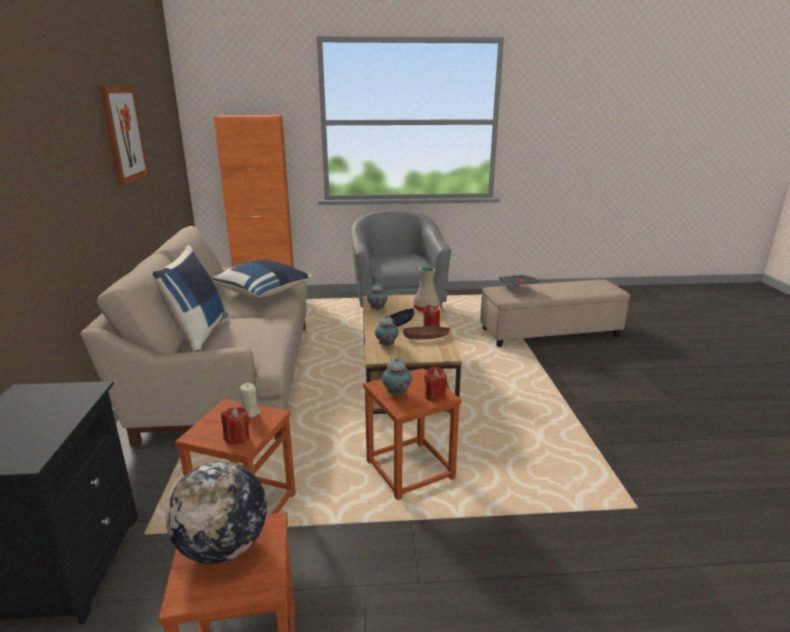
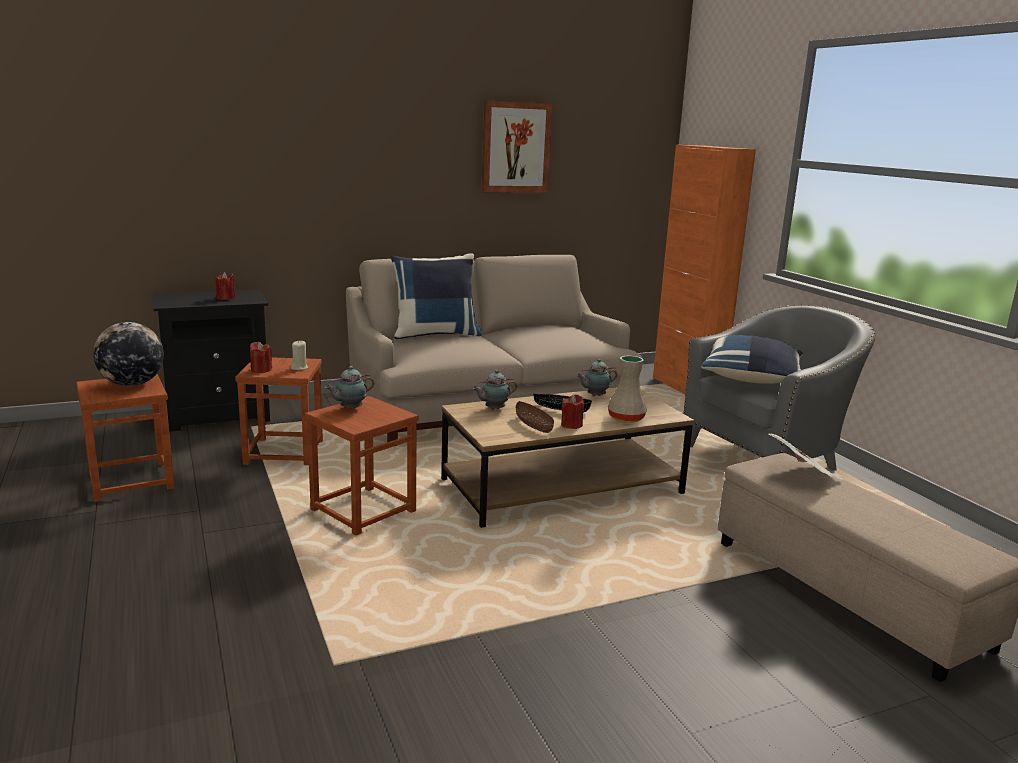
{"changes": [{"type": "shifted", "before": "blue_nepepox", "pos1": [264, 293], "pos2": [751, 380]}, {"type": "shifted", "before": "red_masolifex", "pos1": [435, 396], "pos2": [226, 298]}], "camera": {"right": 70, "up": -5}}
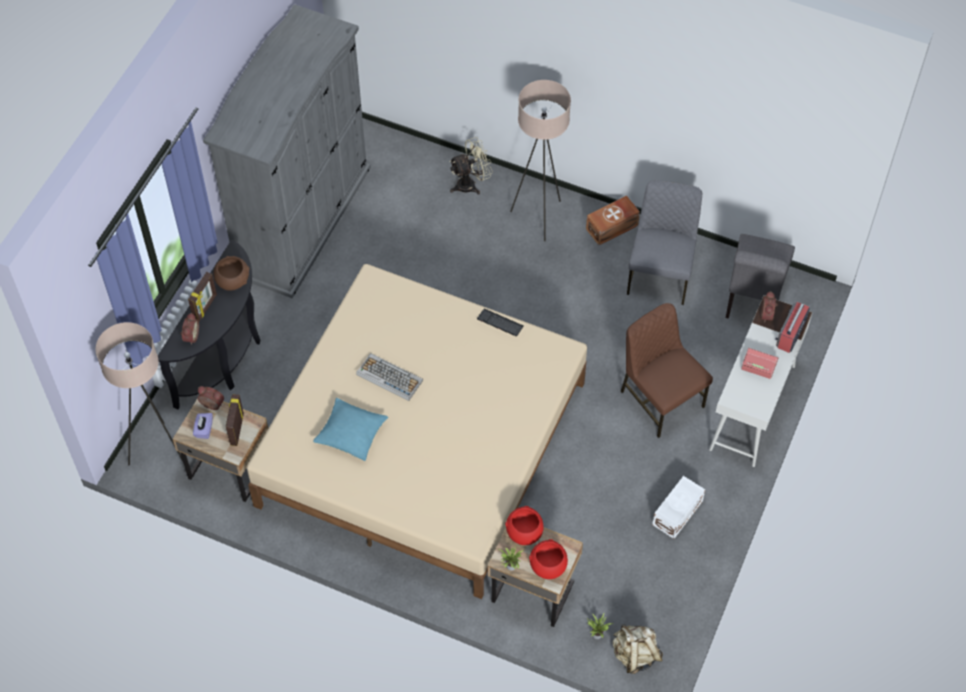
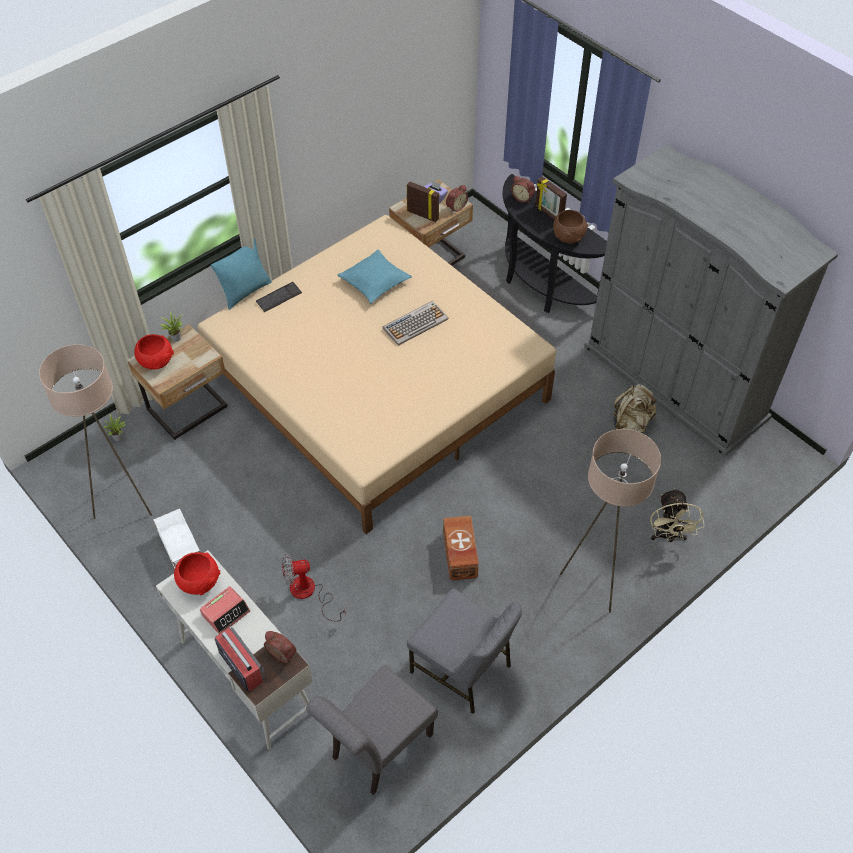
{"changes": [{"type": "shifted", "before": "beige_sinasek", "pos1": [158, 450], "pos2": [124, 502]}, {"type": "shifted", "before": "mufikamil", "pos1": [500, 323], "pos2": [279, 297]}, {"type": "shifted", "before": "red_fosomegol", "pos1": [523, 533], "pos2": [200, 581]}, {"type": "shifted", "before": "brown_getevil", "pos1": [613, 227], "pos2": [459, 555]}, {"type": "shifted", "before": "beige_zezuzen", "pos1": [635, 655], "pos2": [631, 424]}, {"type": "swapped", "before": "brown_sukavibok", "after": "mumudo", "pos1": [660, 398], "pos2": [309, 593]}, {"type": "rotated", "before": "grey_sukavibok", "pos1": [752, 301], "pos2": [377, 750], "turn": -90}, {"type": "new", "after": "turquoise_nepepox", "pos2": [245, 292]}], "camera": {"right": 115, "up": -5}}
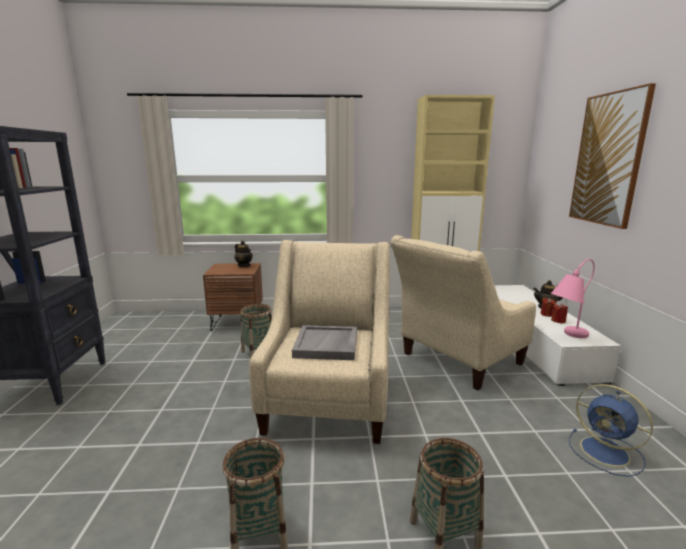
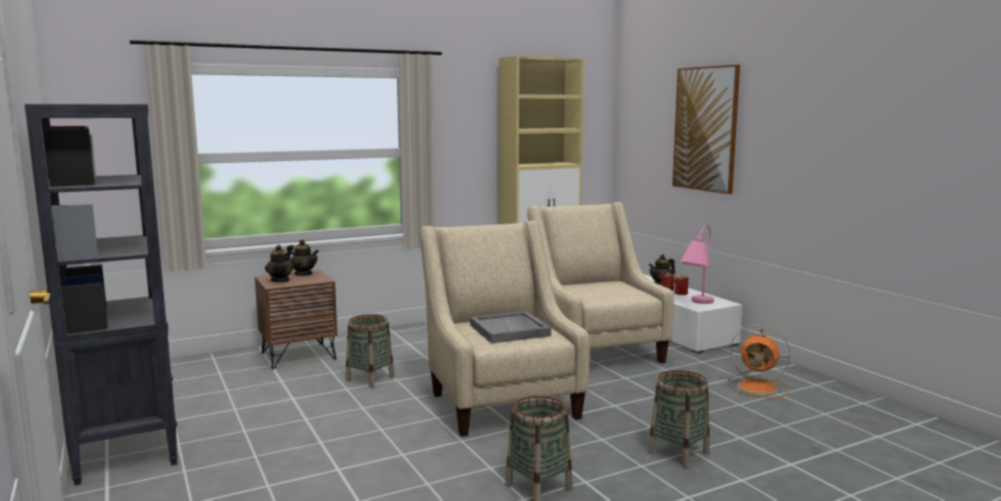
{"changes": [{"type": "rotated", "before": "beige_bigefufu", "pos1": [456, 361], "pos2": [595, 350], "turn": 135}, {"type": "repainted", "before": "blue_mumudo", "after": "orange_mumudo", "pos1": [607, 452], "pos2": [759, 387]}, {"type": "new", "after": "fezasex", "pos2": [280, 280]}], "camera": {"right": -25, "up": -5}}
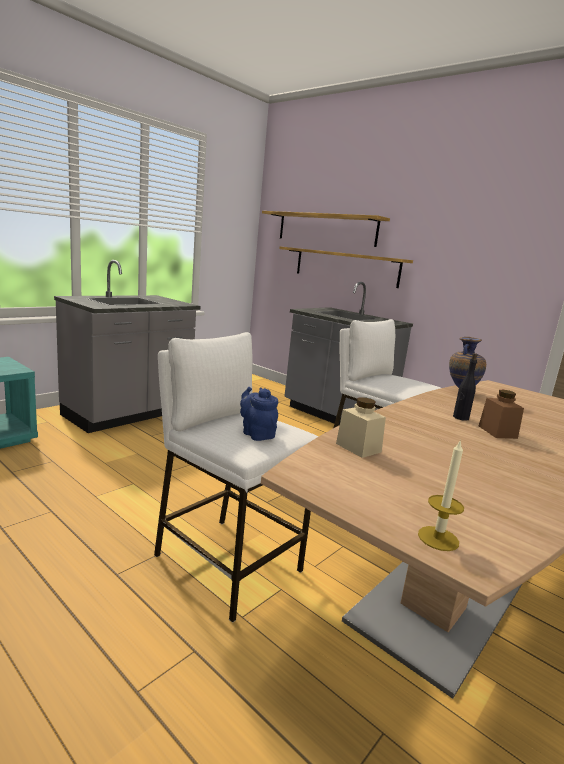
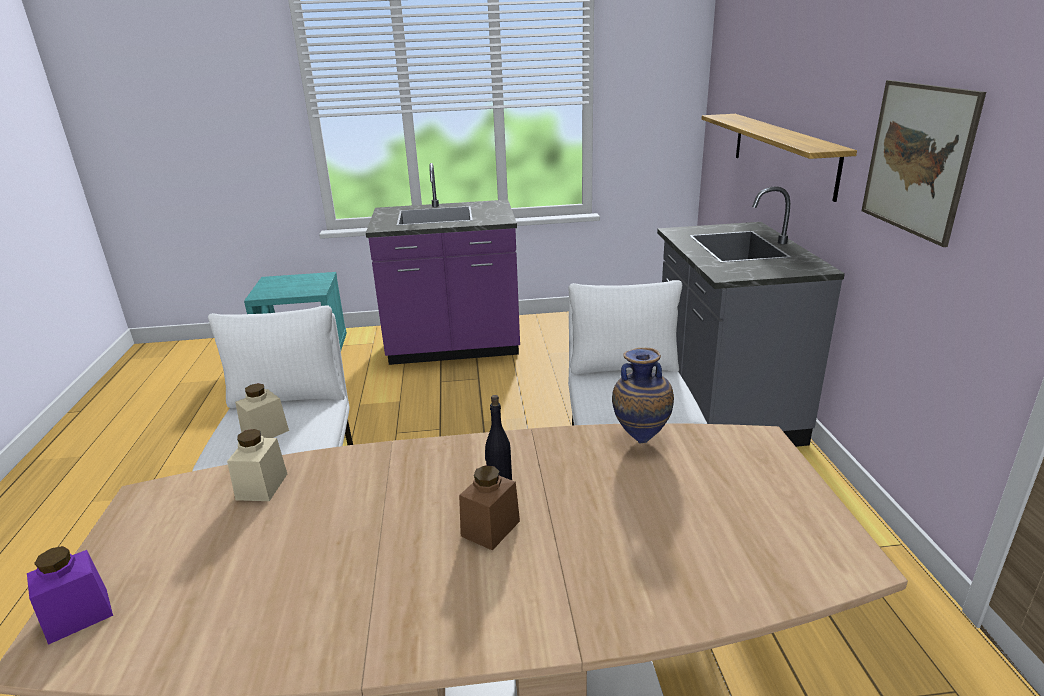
{"changes": [{"type": "repainted", "before": "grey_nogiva", "after": "purple_nogiva", "pos1": [128, 414], "pos2": [454, 348]}, {"type": "swapped", "before": "blue_fezasex", "after": "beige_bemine", "pos1": [256, 434], "pos2": [265, 432]}, {"type": "gone", "before": "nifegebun", "pos1": [326, 229]}, {"type": "swapped", "before": "masolifex", "after": "purple_bemine", "pos1": [438, 538], "pos2": [78, 615]}, {"type": "new", "after": "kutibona", "pos2": [917, 159]}], "camera": {"right": 45, "up": 10}}
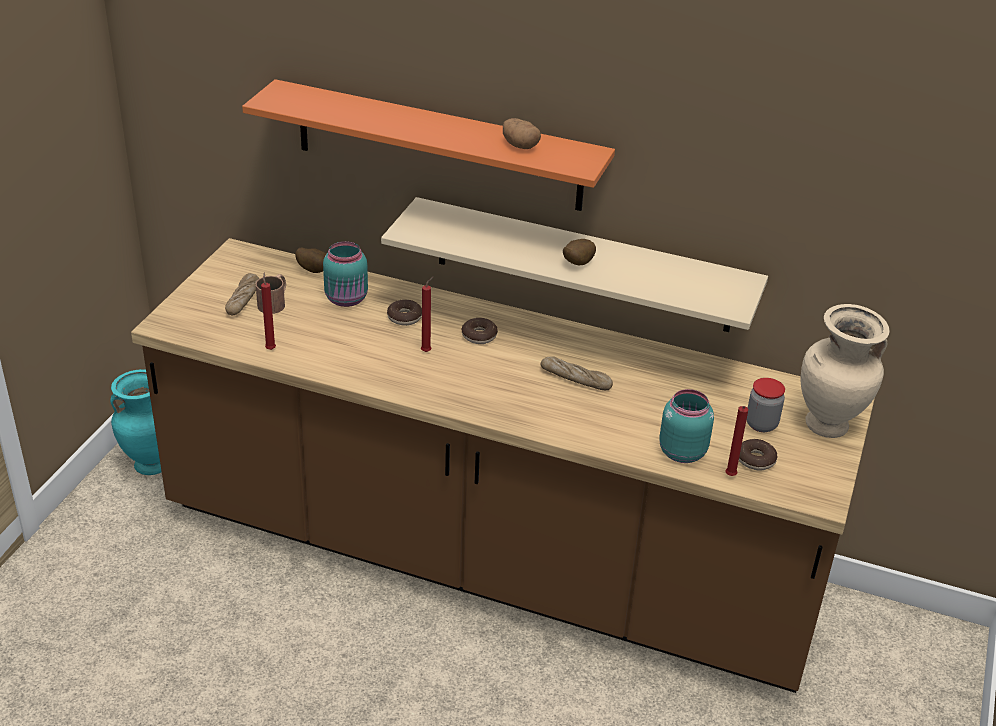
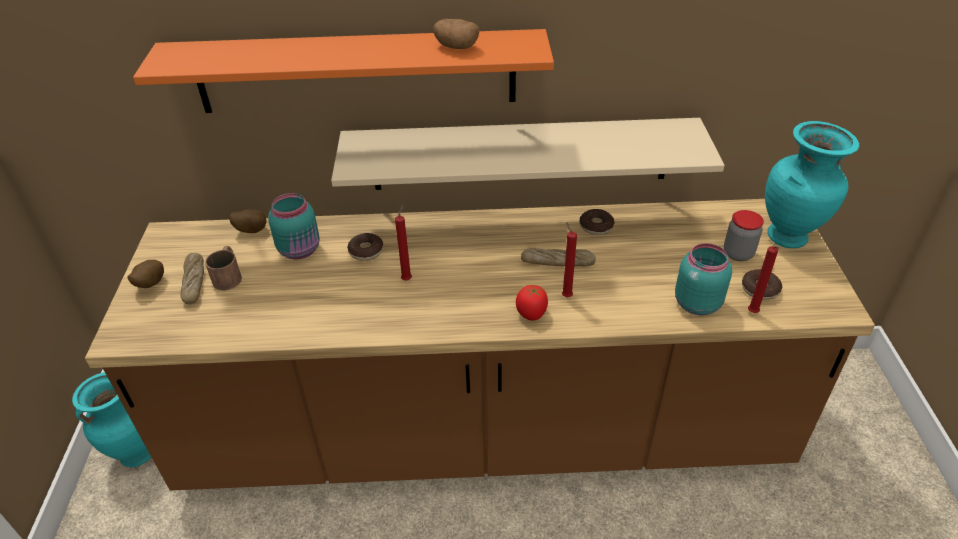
{"changes": [{"type": "shifted", "before": "red_masolifex", "pos1": [270, 348], "pos2": [565, 295]}, {"type": "shifted", "before": "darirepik", "pos1": [479, 336], "pos2": [596, 226]}, {"type": "shifted", "before": "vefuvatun", "pos1": [576, 264], "pos2": [149, 285]}, {"type": "repainted", "before": "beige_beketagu", "after": "turquoise_beketagu", "pos1": [828, 427], "pos2": [789, 238]}, {"type": "new", "after": "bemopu", "pos2": [531, 314]}], "camera": {"right": -20, "up": 5}}
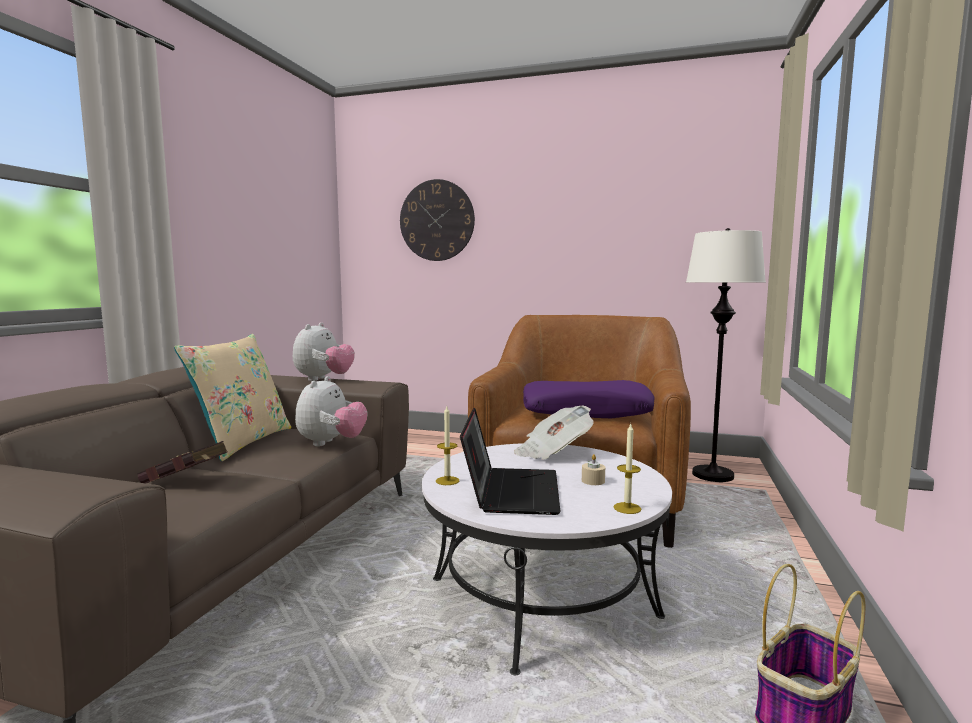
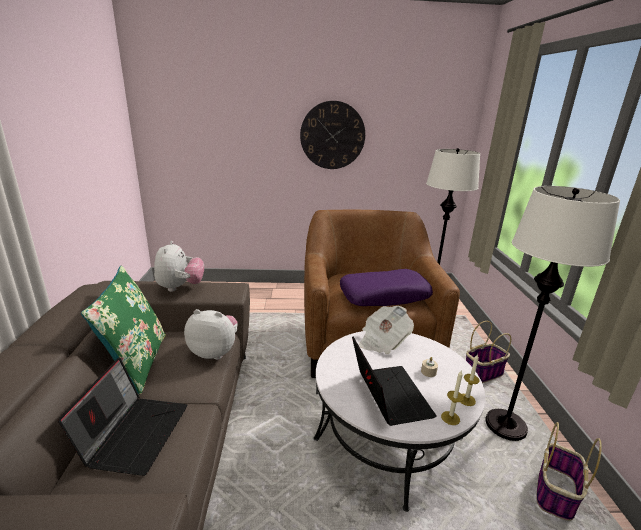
{"changes": [{"type": "swapped", "before": "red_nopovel", "after": "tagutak", "pos1": [187, 482], "pos2": [135, 433]}, {"type": "repainted", "before": "beige_nepepox", "after": "green_nepepox", "pos1": [242, 442], "pos2": [136, 362]}, {"type": "rotated", "before": "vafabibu", "pos1": [331, 443], "pos2": [214, 352], "turn": -75}, {"type": "shifted", "before": "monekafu", "pos1": [437, 220], "pos2": [332, 135]}, {"type": "shifted", "before": "masolifex", "pos1": [447, 481], "pos2": [450, 418]}, {"type": "new", "after": "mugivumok", "pos2": [483, 373]}, {"type": "new", "after": "white_sinasek", "pos2": [506, 426]}], "camera": {"right": -20, "up": 15}}
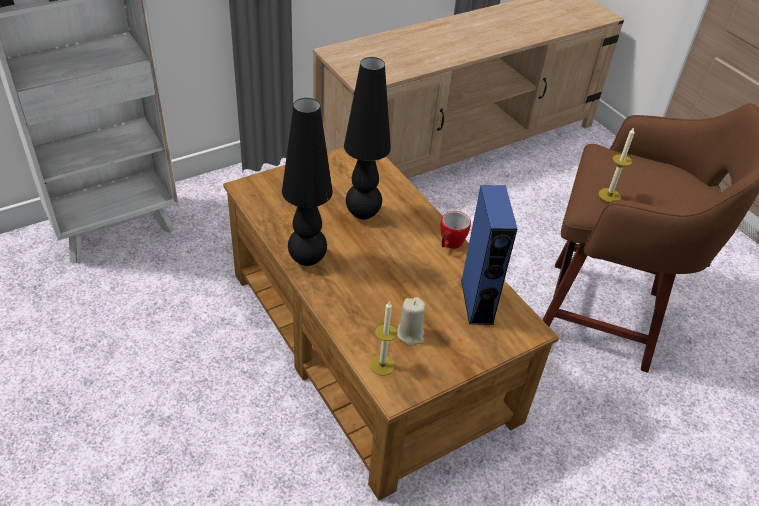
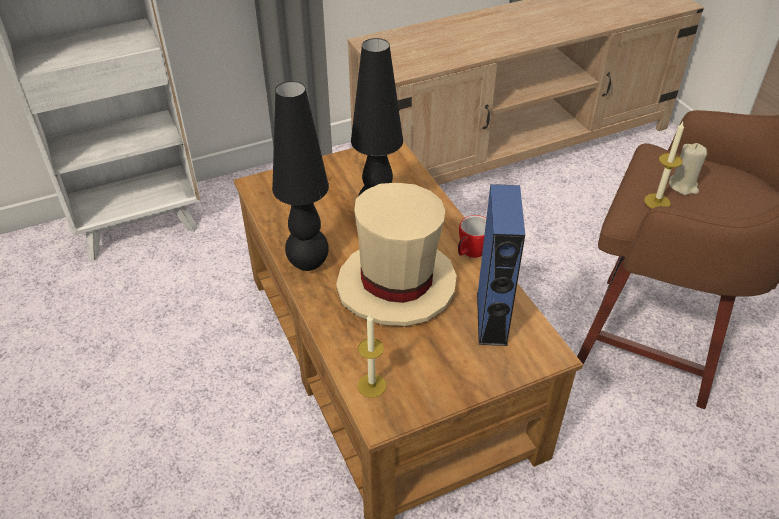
{"changes": [{"type": "shifted", "before": "beige_masolifex", "pos1": [410, 334], "pos2": [683, 186]}, {"type": "new", "after": "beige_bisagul", "pos2": [396, 285]}], "camera": {"right": 10, "up": 0}}
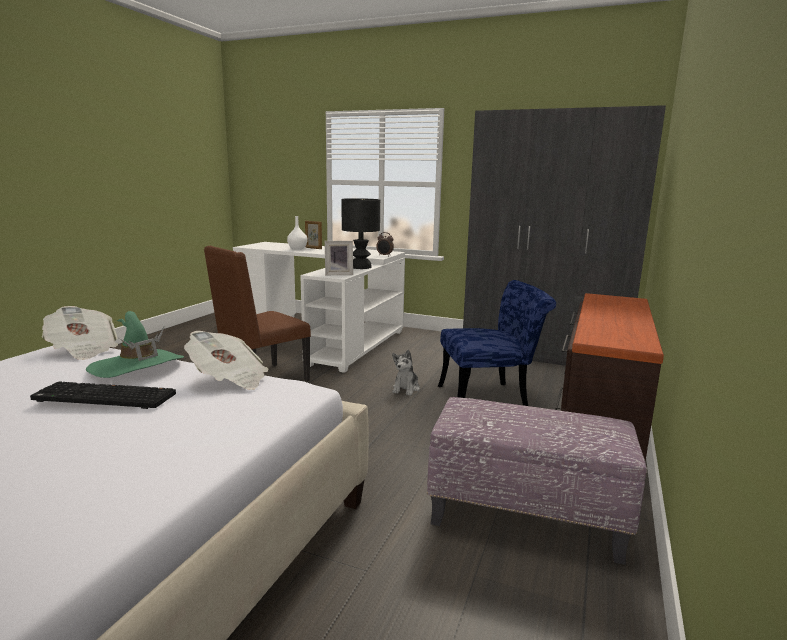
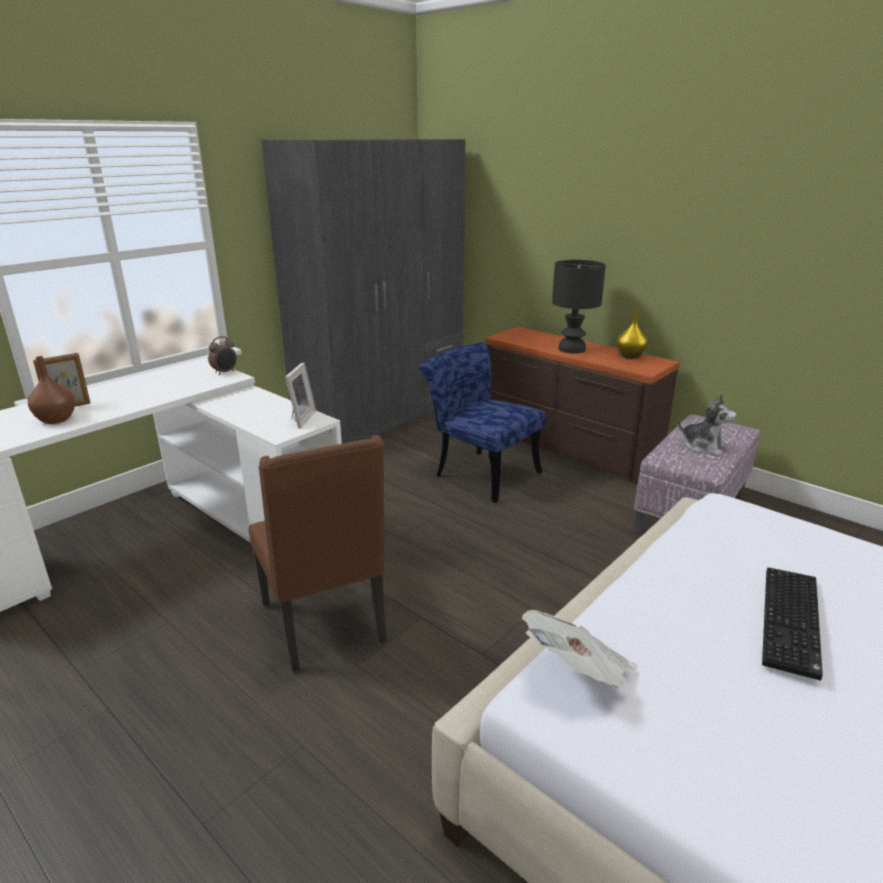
{"changes": [{"type": "gone", "before": "green_bisagul", "pos1": [137, 367]}, {"type": "gone", "before": "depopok", "pos1": [229, 379]}, {"type": "repainted", "before": "white_beketagu", "after": "brown_beketagu", "pos1": [297, 249], "pos2": [56, 420]}, {"type": "shifted", "before": "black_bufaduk", "pos1": [360, 267], "pos2": [572, 349]}, {"type": "shifted", "before": "vafabibu", "pos1": [406, 389], "pos2": [703, 446]}, {"type": "rotated", "before": "blue_sukavibok", "pos1": [490, 398], "pos2": [480, 472], "turn": -60}, {"type": "new", "after": "yellow_beketagu", "pos2": [629, 356]}], "camera": {"right": -70, "up": 10}}
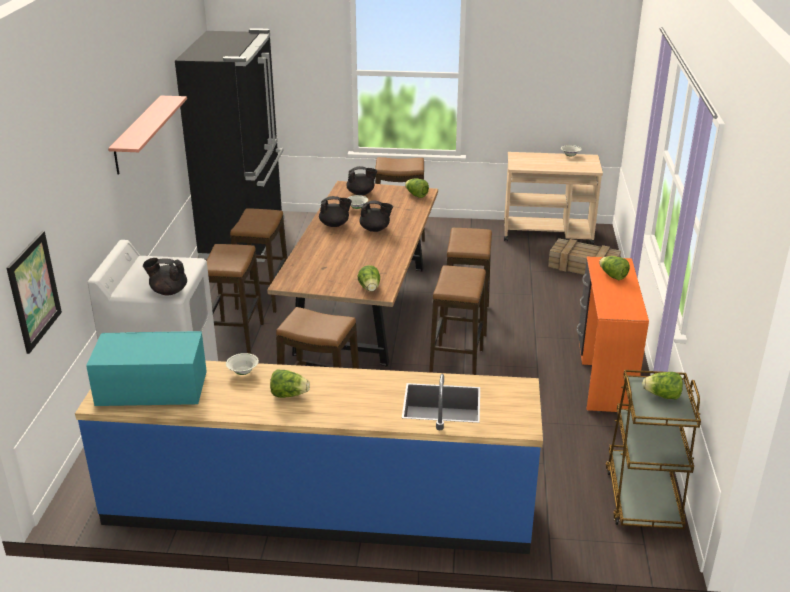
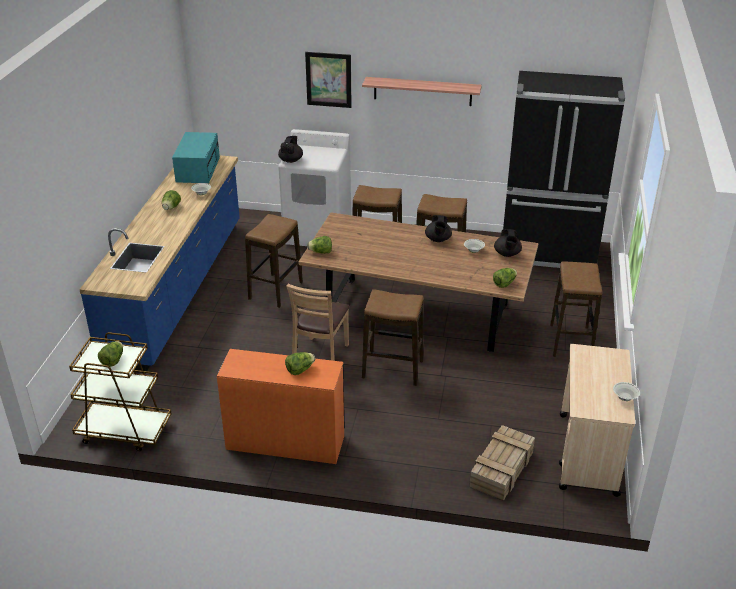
{"changes": [{"type": "shifted", "before": "kutibona", "pos1": [34, 291], "pos2": [328, 79]}, {"type": "gone", "before": "black_fezasex", "pos1": [375, 229]}, {"type": "swapped", "before": "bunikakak", "after": "brown_sukavibok", "pos1": [456, 364], "pos2": [320, 357]}], "camera": {"right": 95, "up": 5}}
